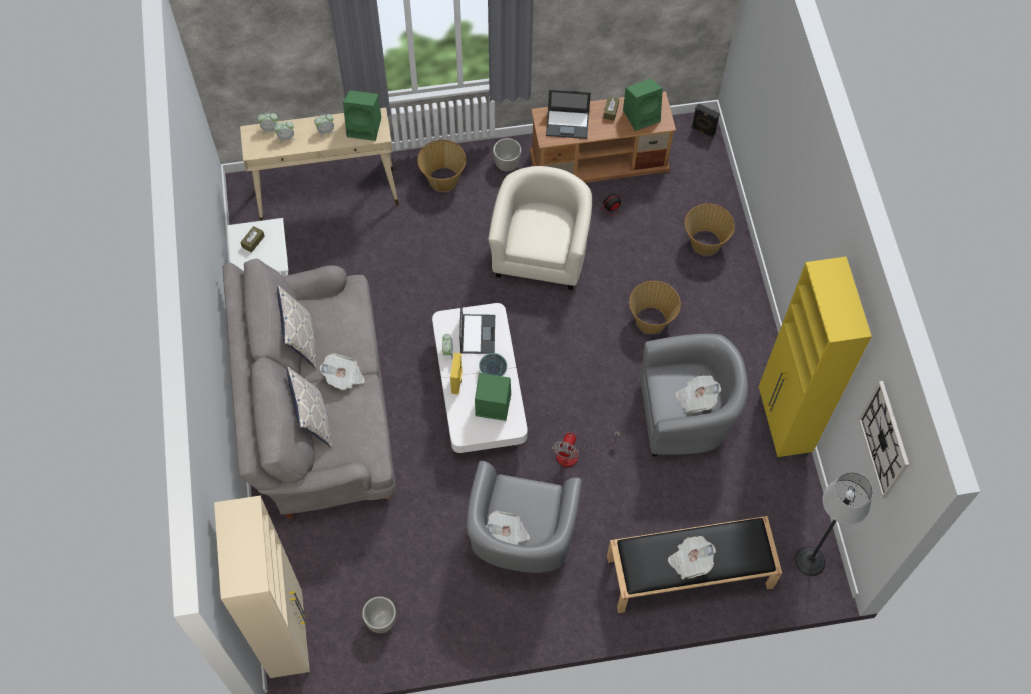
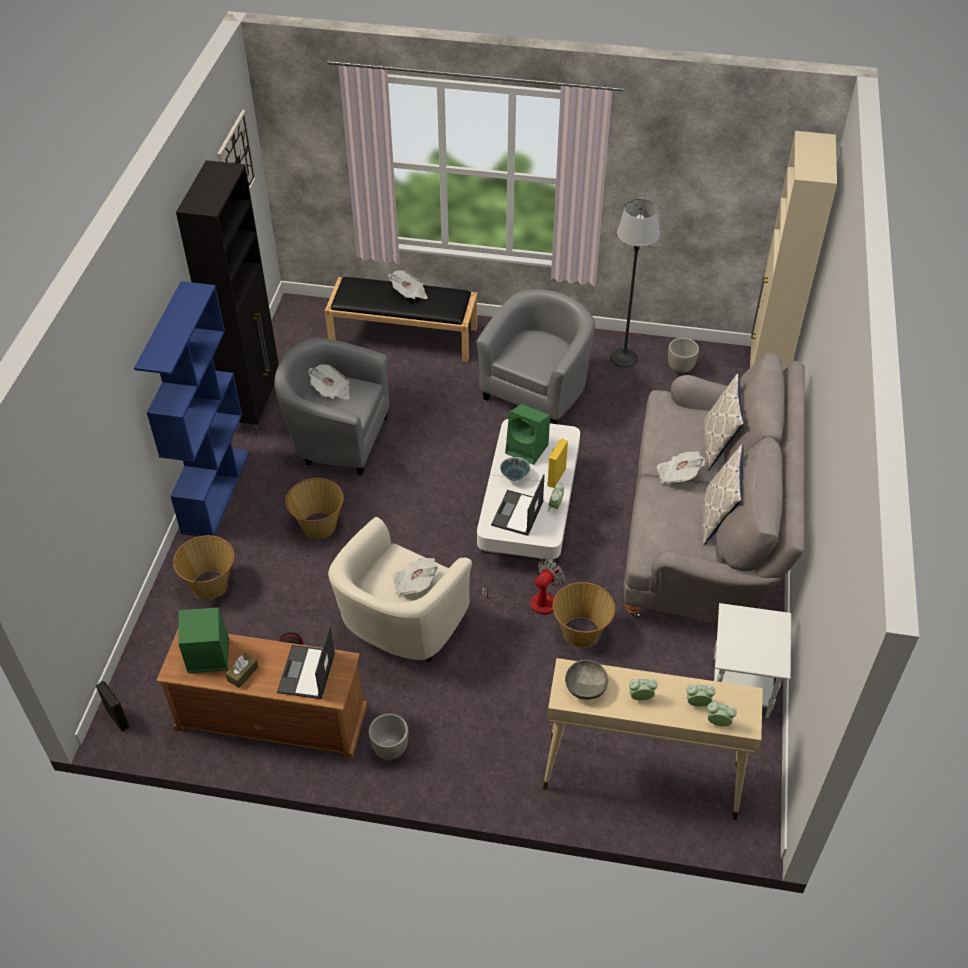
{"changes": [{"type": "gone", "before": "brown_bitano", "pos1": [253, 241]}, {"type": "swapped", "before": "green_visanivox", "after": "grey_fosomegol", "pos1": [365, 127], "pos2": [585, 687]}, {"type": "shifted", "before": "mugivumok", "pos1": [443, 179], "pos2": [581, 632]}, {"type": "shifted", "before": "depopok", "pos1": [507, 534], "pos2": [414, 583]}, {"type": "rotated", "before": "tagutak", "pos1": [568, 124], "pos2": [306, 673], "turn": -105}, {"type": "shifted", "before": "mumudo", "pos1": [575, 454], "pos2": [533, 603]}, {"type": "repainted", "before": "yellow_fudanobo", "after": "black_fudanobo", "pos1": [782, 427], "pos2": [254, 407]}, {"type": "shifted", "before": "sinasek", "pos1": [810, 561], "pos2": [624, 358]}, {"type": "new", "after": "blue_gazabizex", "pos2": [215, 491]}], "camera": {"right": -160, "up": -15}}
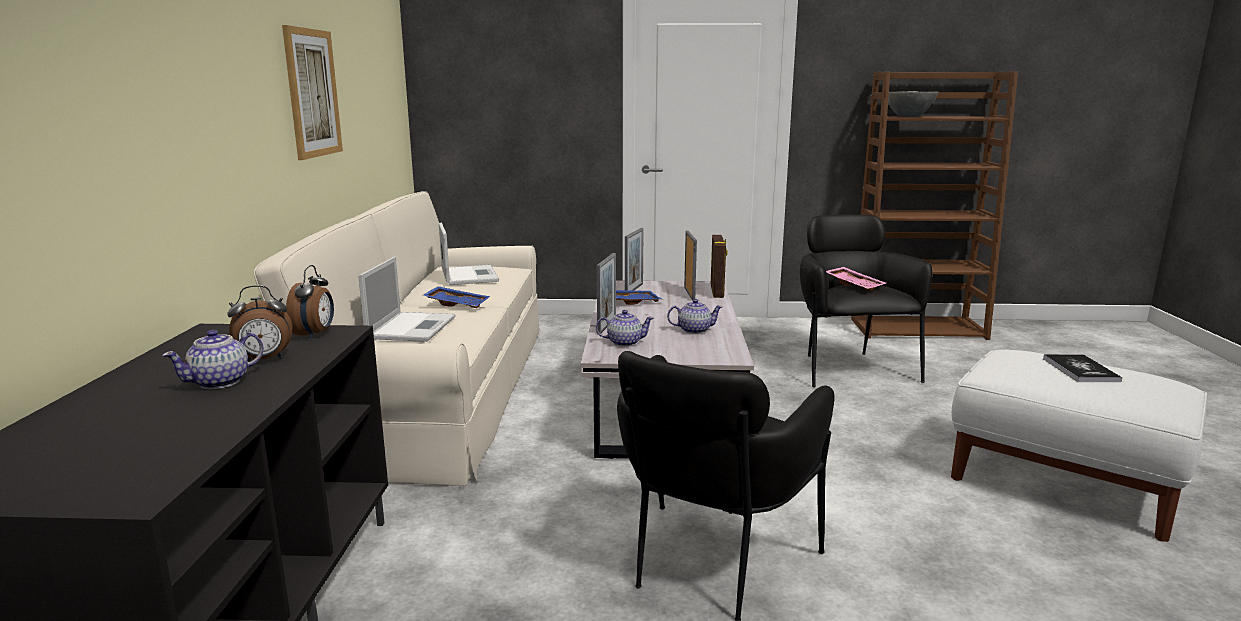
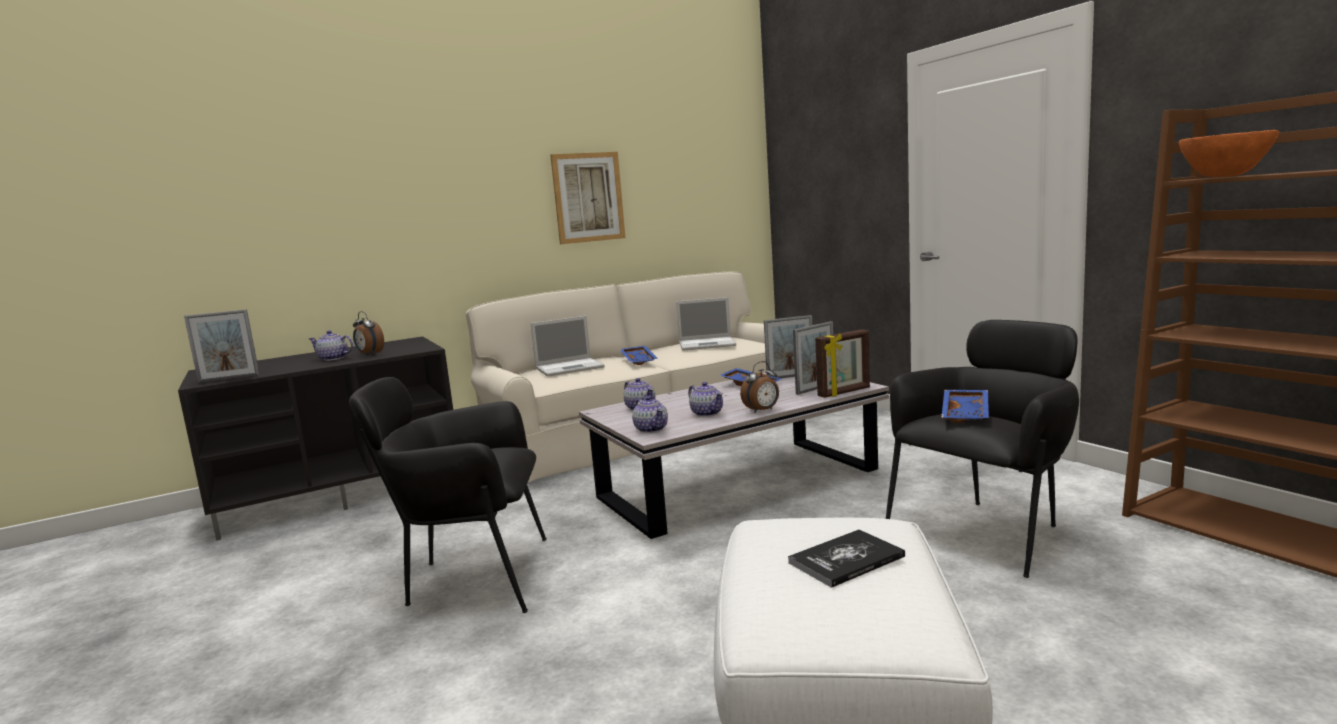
{"changes": [{"type": "shifted", "before": "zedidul", "pos1": [315, 334], "pos2": [762, 410]}, {"type": "rotated", "before": "tagutak", "pos1": [469, 275], "pos2": [708, 344], "turn": 45}, {"type": "shifted", "before": "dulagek", "pos1": [606, 325], "pos2": [229, 378]}, {"type": "repainted", "before": "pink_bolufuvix", "after": "blue_bolufuvix", "pos1": [855, 285], "pos2": [967, 414]}, {"type": "repainted", "before": "grey_fosomegol", "after": "orange_fosomegol", "pos1": [909, 117], "pos2": [1225, 176]}, {"type": "new", "after": "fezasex", "pos2": [651, 429]}], "camera": {"right": 60, "up": -5}}
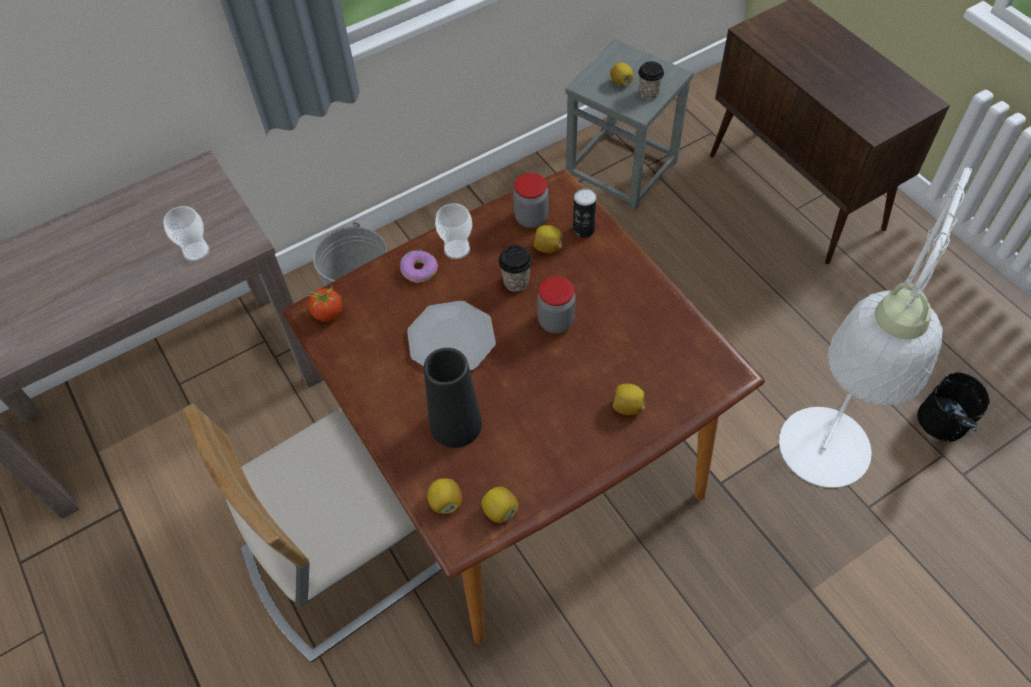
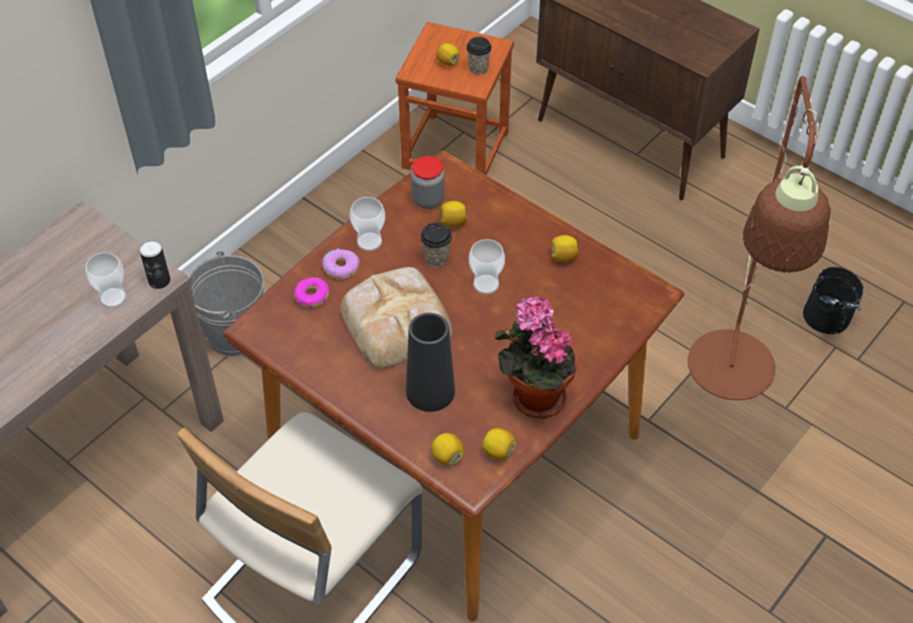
{"changes": [{"type": "gone", "before": "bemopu", "pos1": [328, 313]}, {"type": "swapped", "before": "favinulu", "after": "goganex", "pos1": [451, 339], "pos2": [396, 321]}, {"type": "swapped", "before": "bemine", "after": "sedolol", "pos1": [556, 321], "pos2": [486, 284]}, {"type": "repainted", "before": "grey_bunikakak", "after": "brown_bunikakak", "pos1": [622, 168], "pos2": [456, 149]}, {"type": "shifted", "before": "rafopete", "pos1": [583, 230], "pos2": [159, 280]}, {"type": "shifted", "before": "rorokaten", "pos1": [627, 406], "pos2": [563, 257]}, {"type": "repainted", "before": "white_sinasek", "after": "brown_sinasek", "pos1": [816, 466], "pos2": [729, 383]}, {"type": "new", "after": "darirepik", "pos2": [312, 296]}, {"type": "new", "after": "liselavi", "pos2": [533, 396]}], "camera": {"right": -20, "up": -5}}
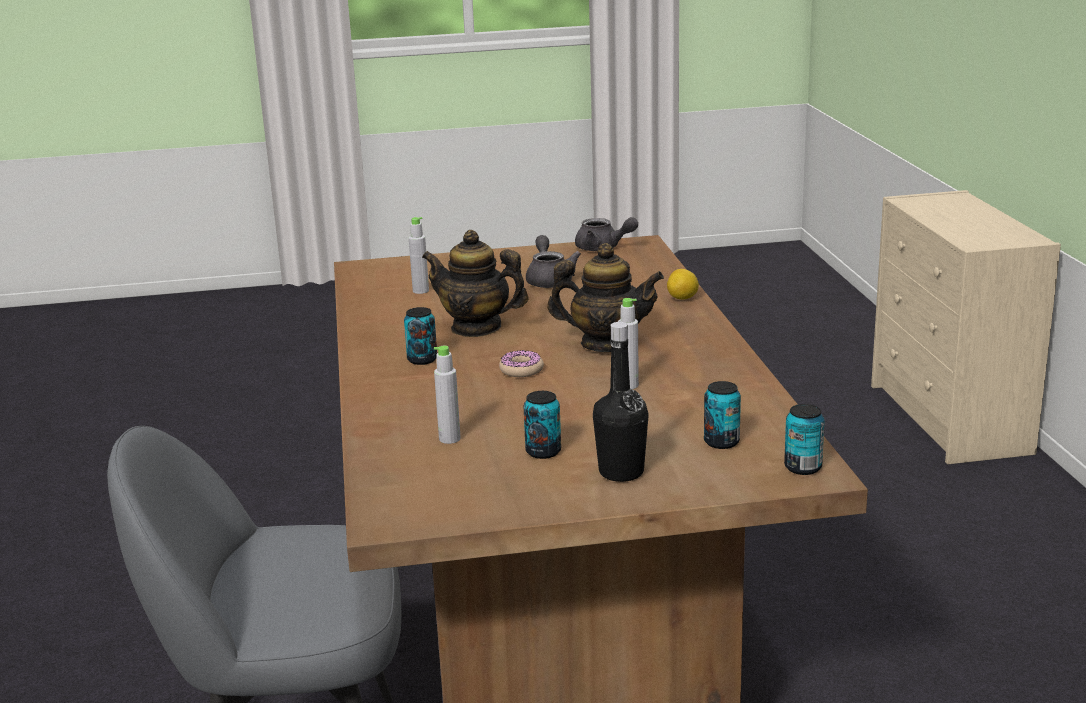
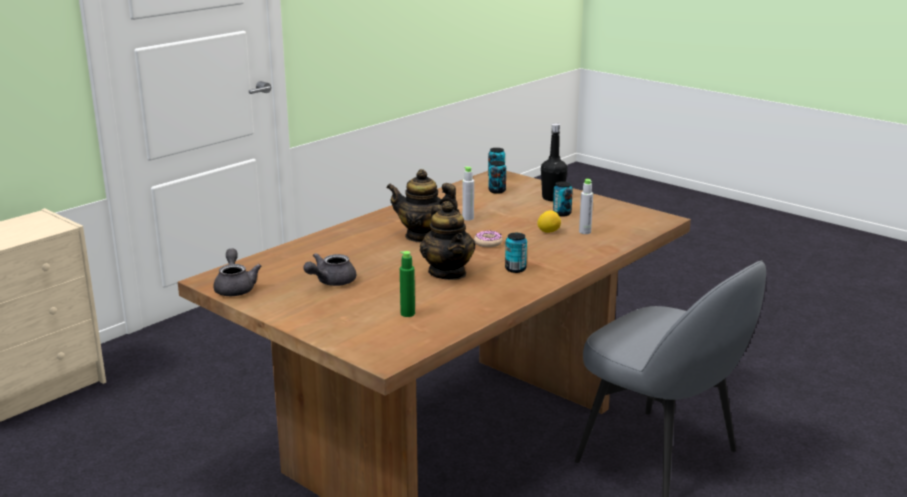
{"changes": [{"type": "repainted", "before": "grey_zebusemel", "after": "green_zebusemel", "pos1": [420, 291], "pos2": [407, 314]}, {"type": "rotated", "before": "fezasex", "pos1": [606, 344], "pos2": [422, 236], "turn": -45}, {"type": "shifted", "before": "rorokaten", "pos1": [683, 299], "pos2": [548, 231]}], "camera": {"right": -130, "up": 0}}
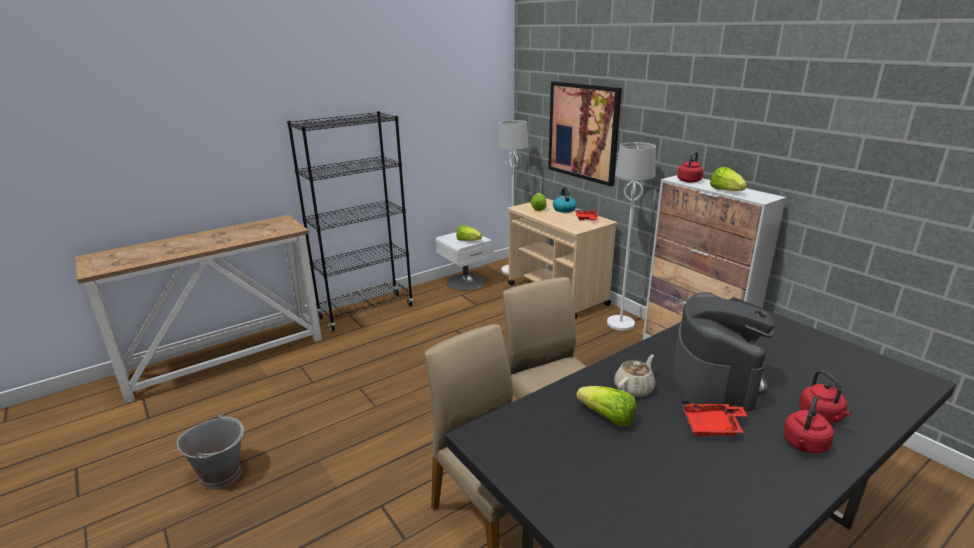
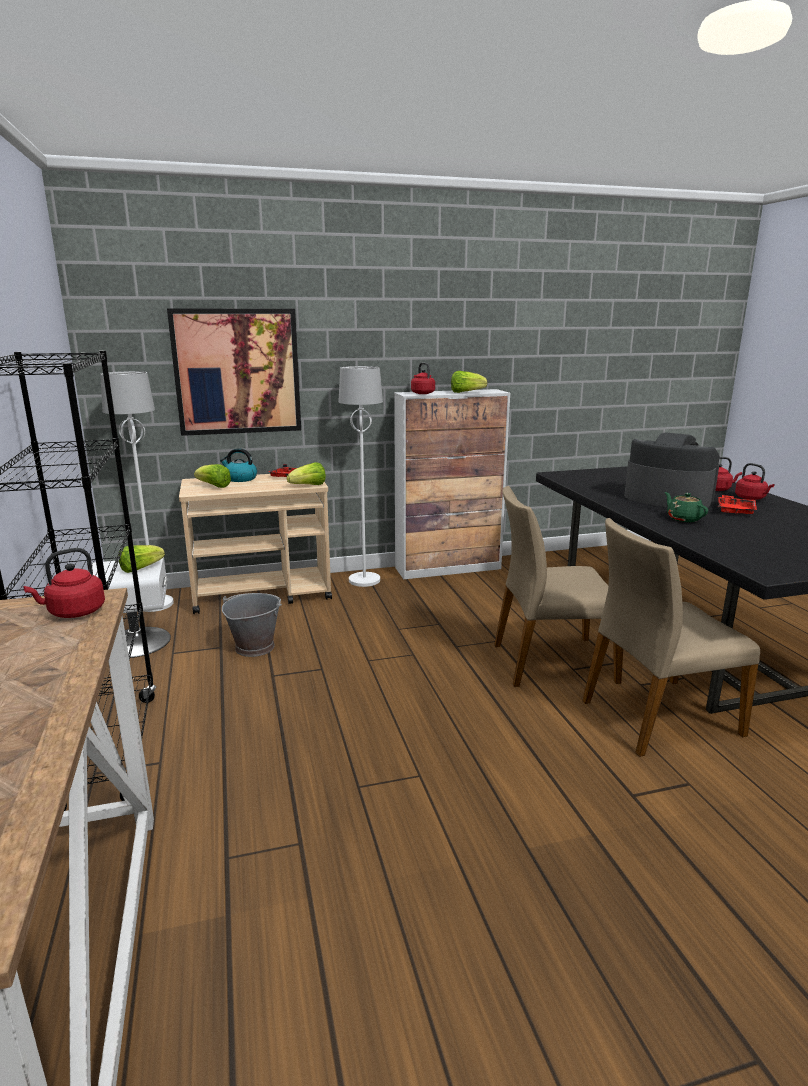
{"changes": [{"type": "shifted", "before": "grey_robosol", "pos1": [221, 474], "pos2": [254, 647]}, {"type": "shifted", "before": "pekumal", "pos1": [607, 417], "pos2": [309, 486]}, {"type": "repainted", "before": "beige_fezasex", "after": "green_fezasex", "pos1": [634, 388], "pos2": [683, 518]}, {"type": "new", "after": "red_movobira", "pos2": [74, 612]}], "camera": {"right": -70, "up": -5}}
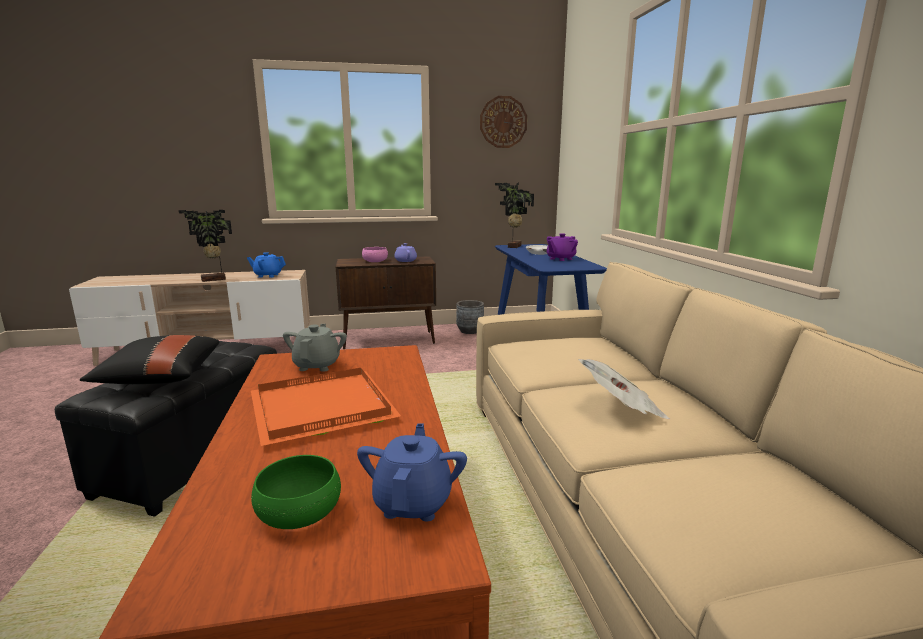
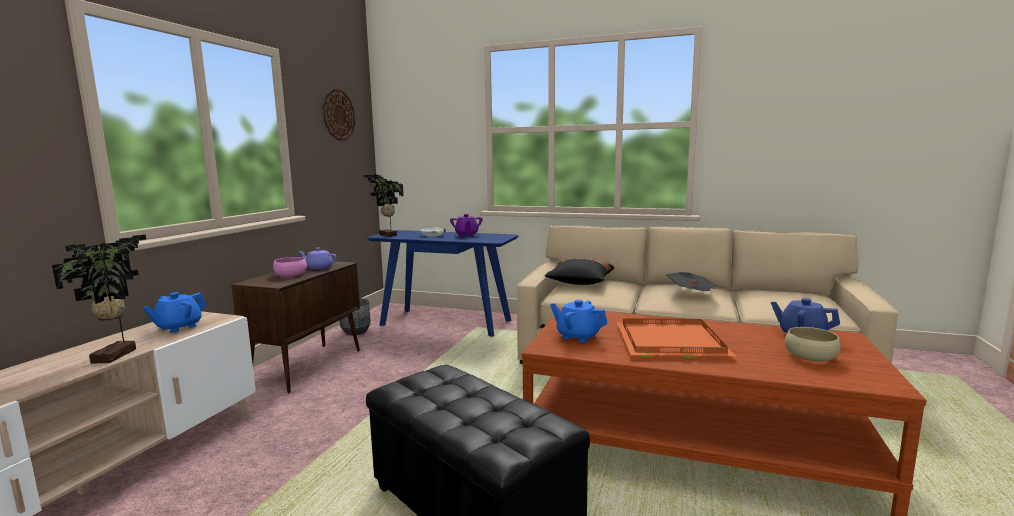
{"changes": [{"type": "shifted", "before": "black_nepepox", "pos1": [159, 377], "pos2": [580, 283]}, {"type": "repainted", "before": "green_fosomegol", "after": "beige_fosomegol", "pos1": [299, 511], "pos2": [810, 356]}, {"type": "repainted", "before": "grey_fezasex", "after": "blue_fezasex", "pos1": [317, 365], "pos2": [577, 336]}], "camera": {"right": -60, "up": -5}}
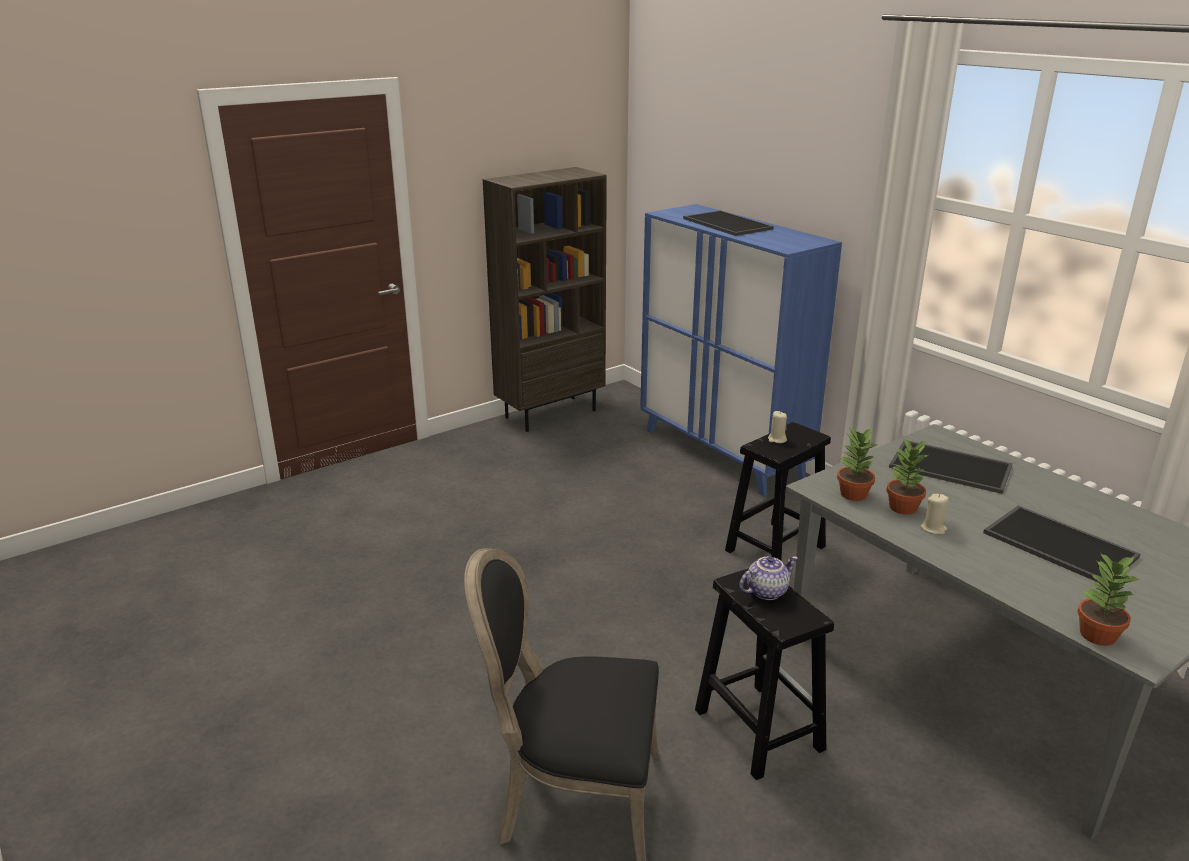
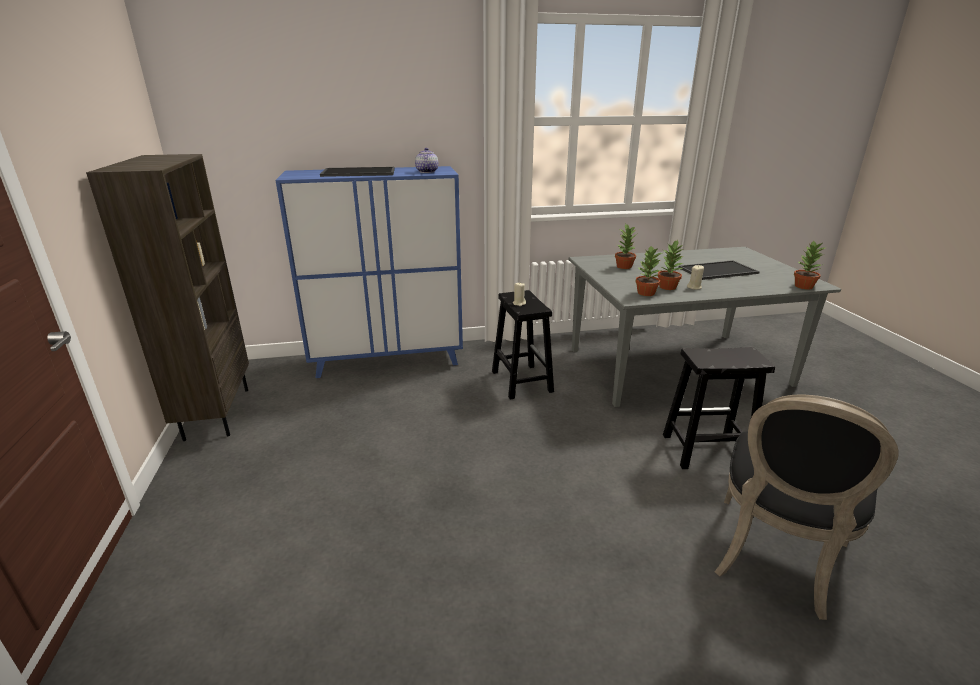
{"changes": [{"type": "shifted", "before": "fezasex", "pos1": [766, 591], "pos2": [426, 171]}, {"type": "swapped", "before": "bolufuvix", "after": "liselavi", "pos1": [952, 466], "pos2": [624, 266]}], "camera": {"right": -65, "up": 0}}
